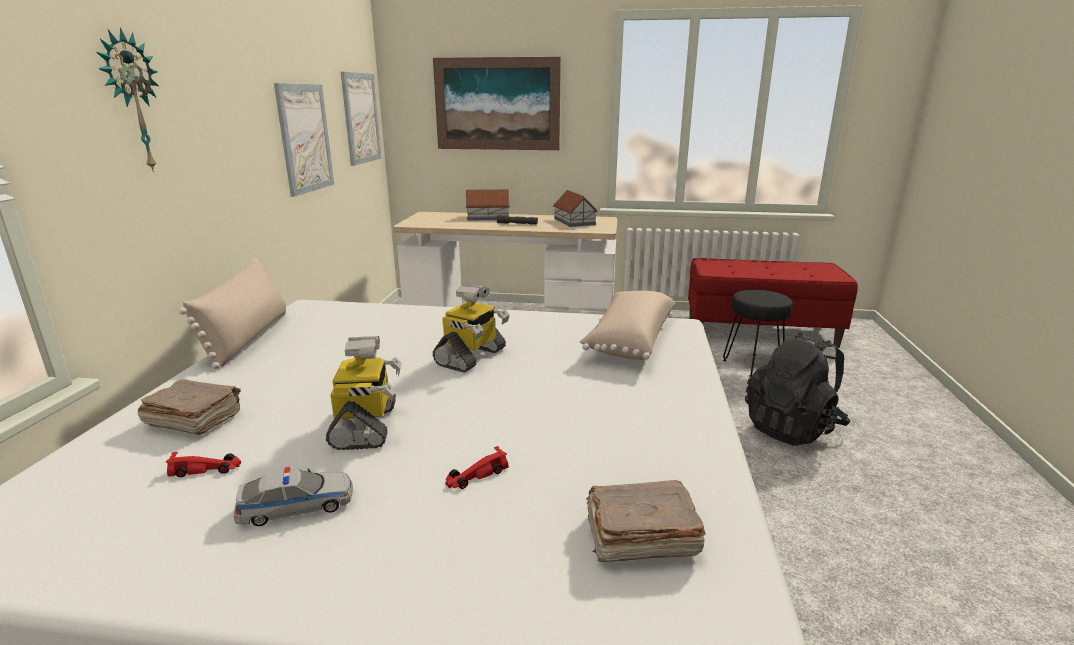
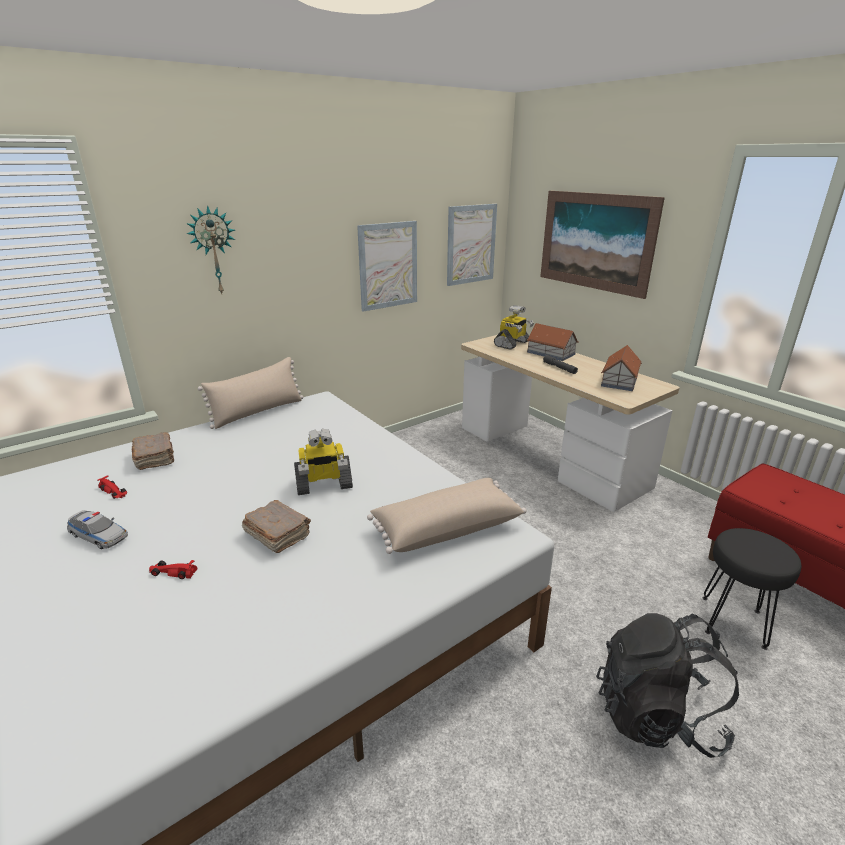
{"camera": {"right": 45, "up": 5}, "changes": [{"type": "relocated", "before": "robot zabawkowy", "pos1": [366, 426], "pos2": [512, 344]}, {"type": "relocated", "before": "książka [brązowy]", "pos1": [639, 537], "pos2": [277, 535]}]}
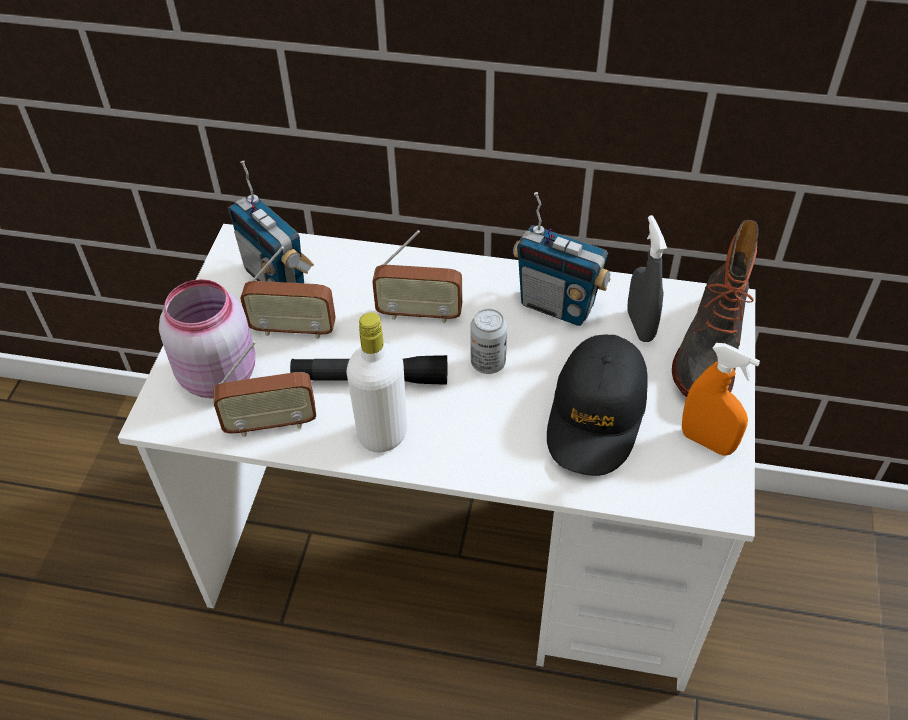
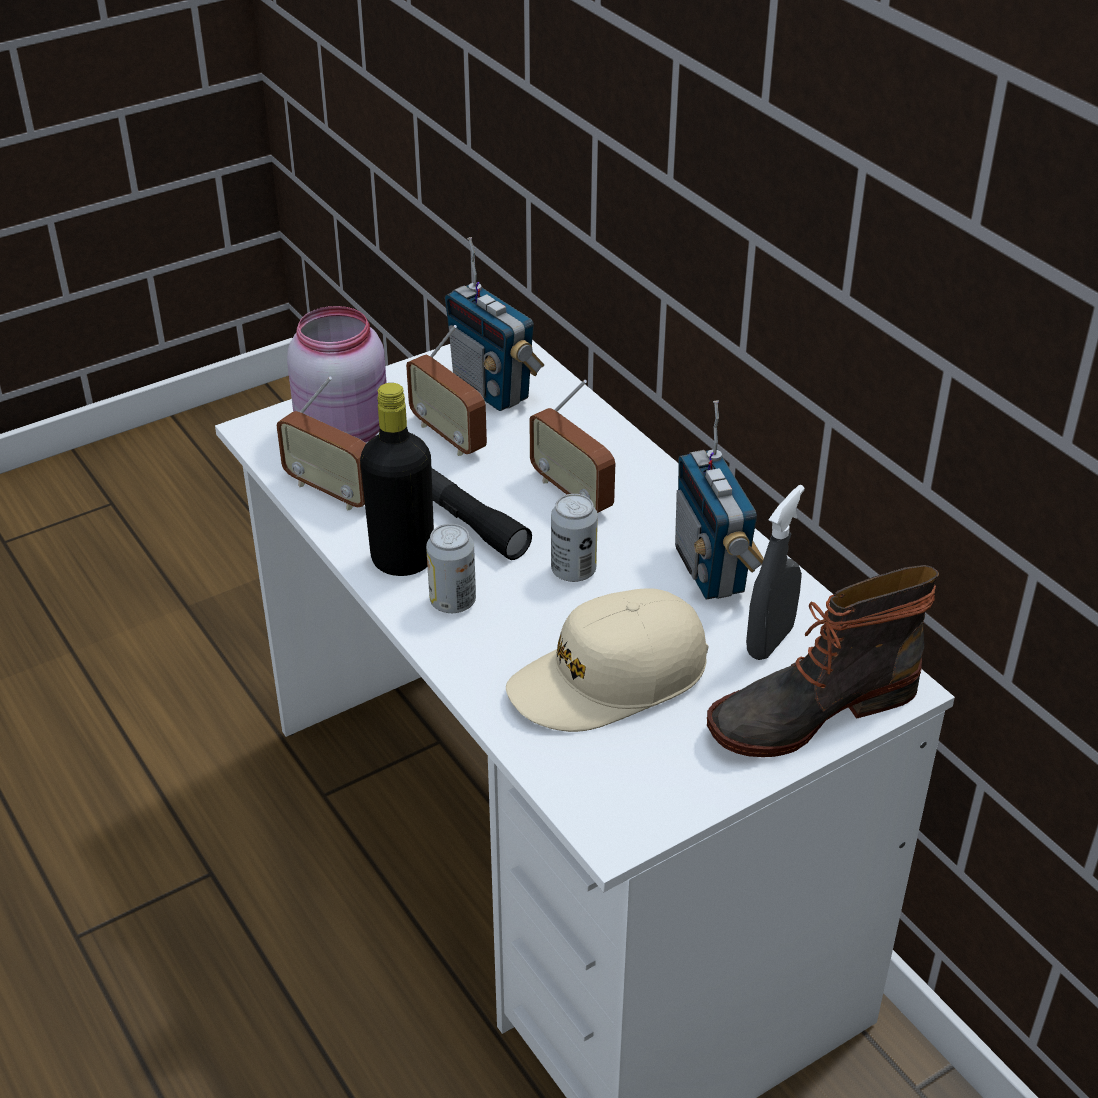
{"camera": {"right": 45, "up": -10}, "changes": [{"type": "missing", "before": "spryskiwacz [pomarańczowy]", "pos1": [707, 441]}, {"type": "appeared", "after": "puszka", "pos2": [453, 601]}, {"type": "colour", "before": "butelka [biały]", "after": "butelka [czarny]", "pos1": [382, 434], "pos2": [403, 560]}, {"type": "colour", "before": "czapka z daszkiem [czarny]", "after": "czapka z daszkiem [beżowy]", "pos1": [596, 415], "pos2": [608, 679]}, {"type": "spun", "before": "radio", "pos1": [276, 278], "pos2": [492, 389], "turn": -45}]}
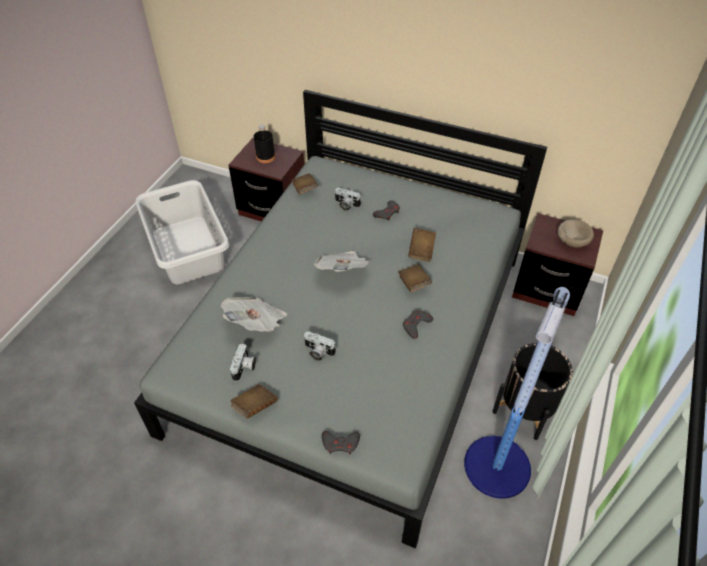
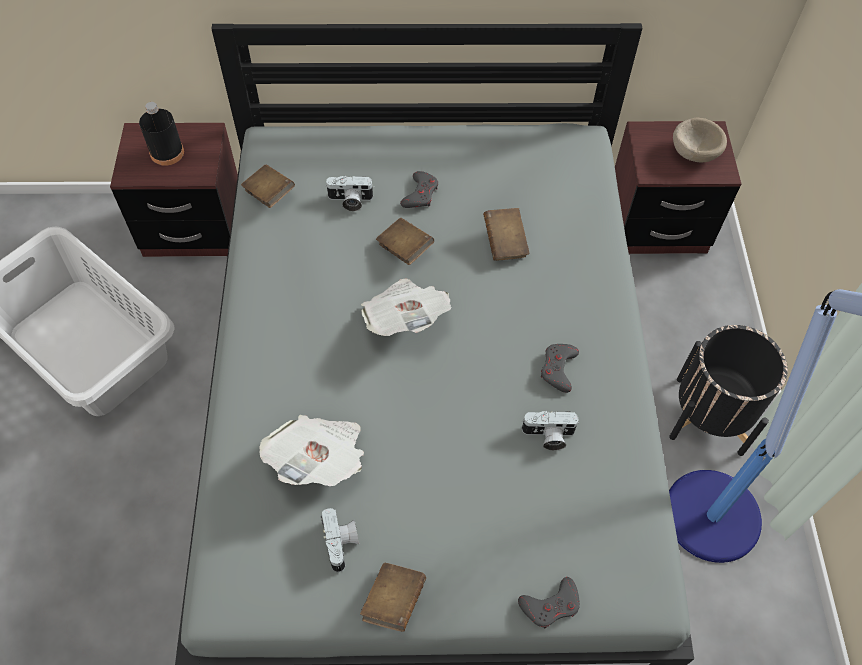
{"camera": {"right": -25, "up": 10}, "changes": [{"type": "relocated", "before": "aparat fotograficzny", "pos1": [318, 352], "pos2": [548, 436]}, {"type": "relocated", "before": "książka [brązowy]", "pos1": [413, 283], "pos2": [405, 249]}]}
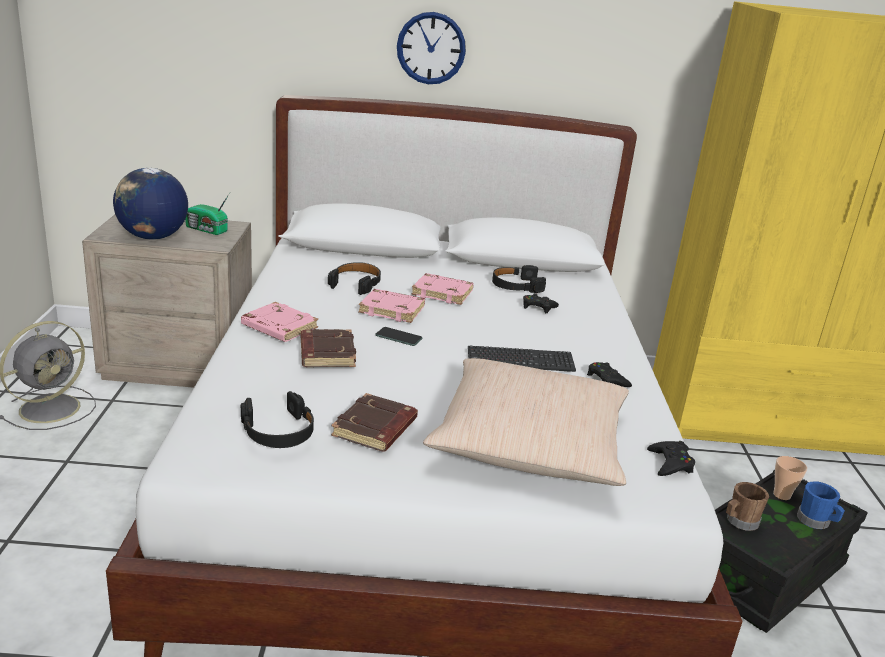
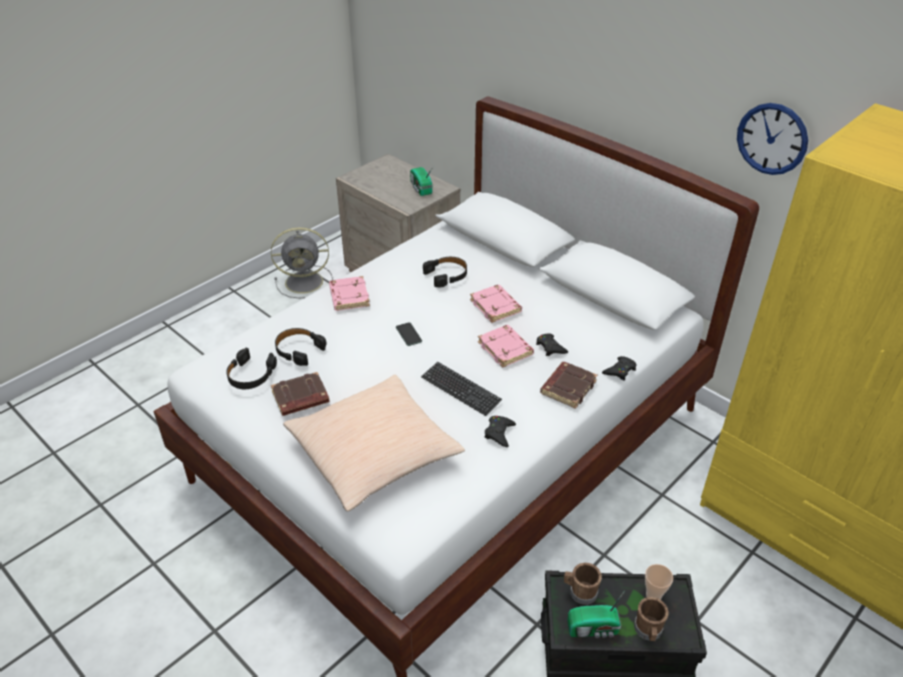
{"camera": {"right": 45, "up": 15}, "changes": [{"type": "missing", "before": "globus", "pos1": [152, 237]}, {"type": "appeared", "after": "radio", "pos2": [594, 629]}, {"type": "relocated", "before": "książka [brązowy]", "pos1": [326, 353], "pos2": [568, 387]}, {"type": "relocated", "before": "książka [różowy]", "pos1": [393, 310], "pos2": [506, 349]}, {"type": "relocated", "before": "zegar ścienny", "pos1": [431, 48], "pos2": [772, 139]}, {"type": "relocated", "before": "słuchawki [czarny]", "pos1": [516, 286], "pos2": [298, 350]}, {"type": "relocated", "before": "pad do gier [czarny]", "pos1": [670, 463], "pos2": [620, 371]}, {"type": "colour", "before": "kubek [niebieski]", "after": "kubek [brązowy]", "pos1": [816, 522], "pos2": [648, 631]}]}
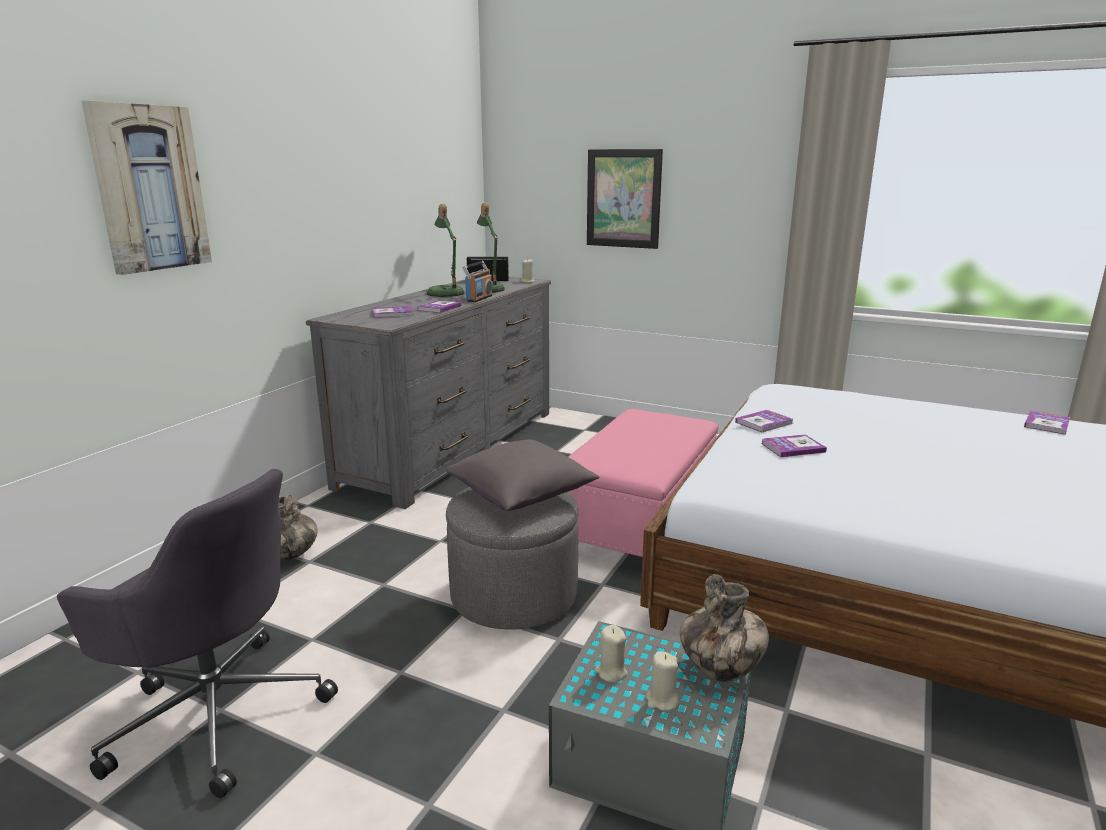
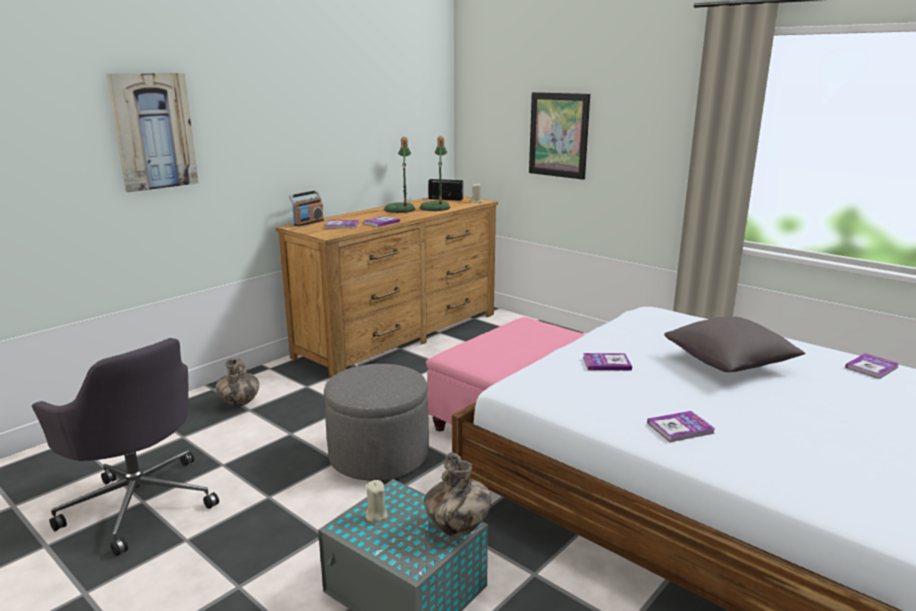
{"camera": {"right": 15, "up": 0}, "changes": [{"type": "missing", "before": "świeca [beżowy]", "pos1": [662, 700]}, {"type": "relocated", "before": "poduszka [szary]", "pos1": [522, 495], "pos2": [729, 362]}, {"type": "relocated", "before": "radio", "pos1": [479, 298], "pos2": [308, 223]}, {"type": "relocated", "before": "książka", "pos1": [764, 423], "pos2": [680, 428]}, {"type": "colour", "before": "komoda [szary]", "after": "komoda [brązowy]", "pos1": [453, 447], "pos2": [400, 334]}]}
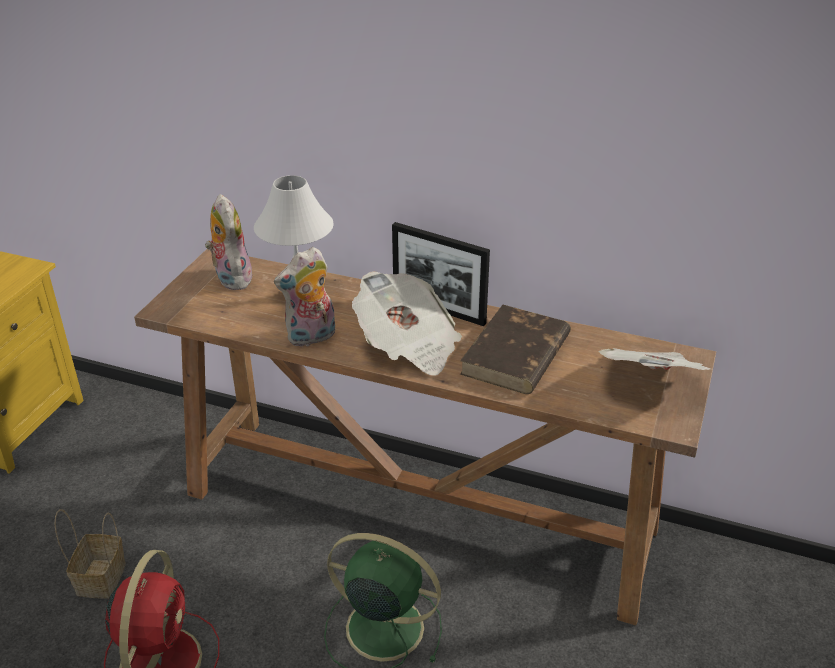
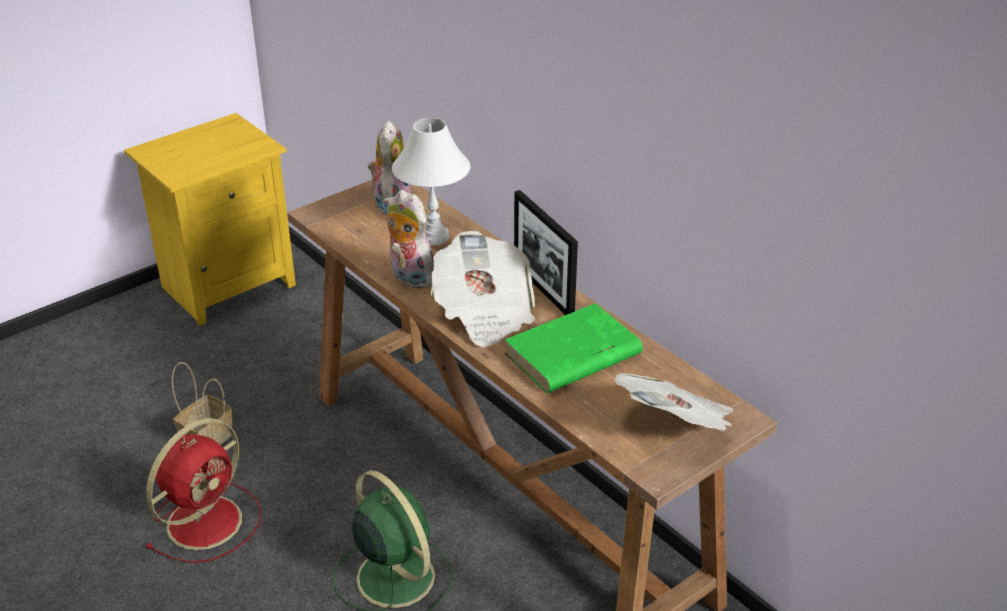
{"camera": {"right": 30, "up": 0}, "changes": [{"type": "colour", "before": "książka [brązowy]", "after": "książka [zielony]", "pos1": [515, 355], "pos2": [571, 355]}, {"type": "spun", "before": "pluszak", "pos1": [311, 338], "pos2": [409, 277], "turn": 45}]}
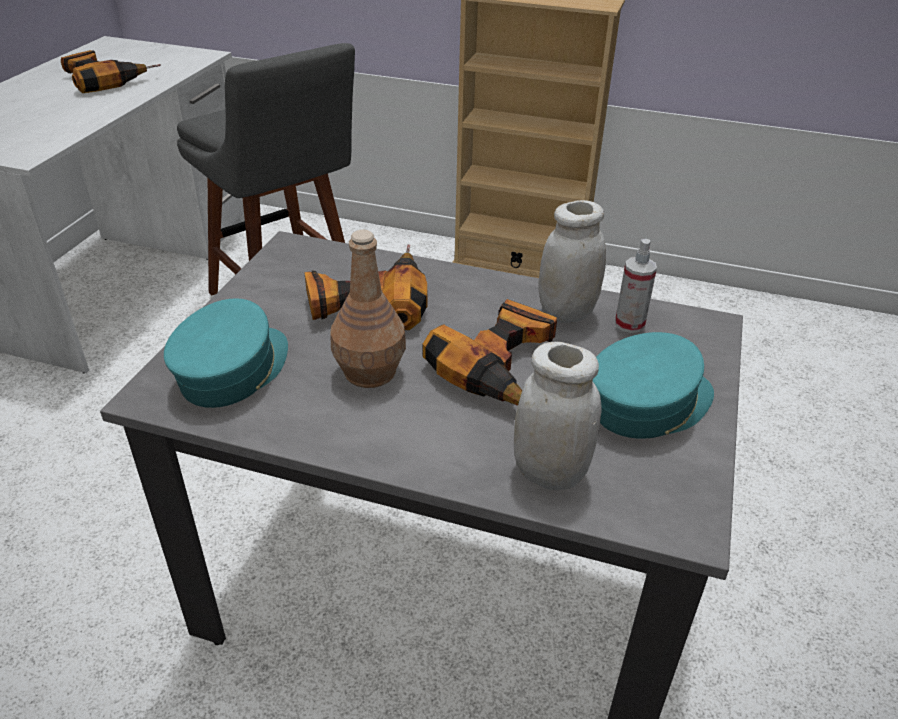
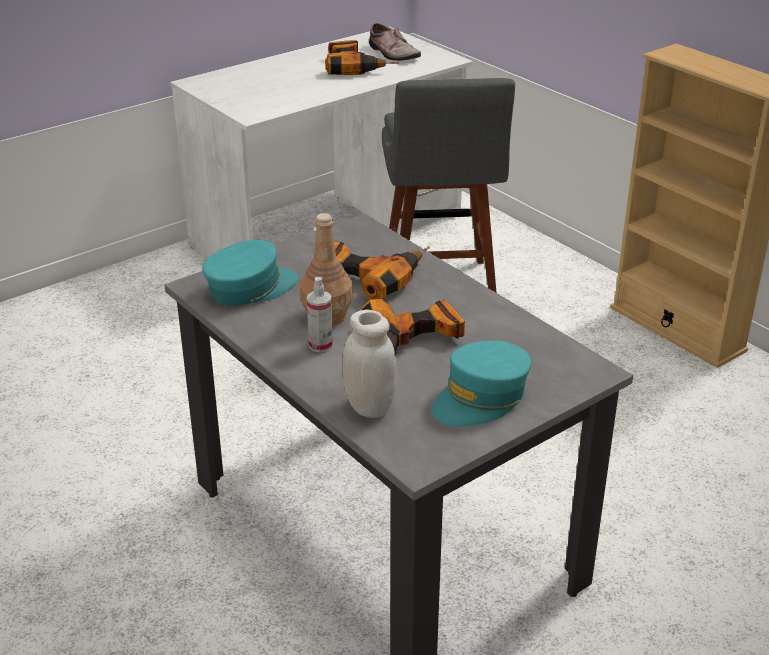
{"camera": {"right": 35, "up": -5}, "changes": [{"type": "missing", "before": "słoik [biały]", "pos1": [566, 313]}, {"type": "appeared", "after": "but", "pos2": [392, 54]}, {"type": "relocated", "before": "spryskiwacz", "pos1": [629, 324], "pos2": [320, 345]}, {"type": "spun", "before": "czapka z daszkiem [turkusowy]", "pos1": [648, 404], "pos2": [481, 398], "turn": 135}]}
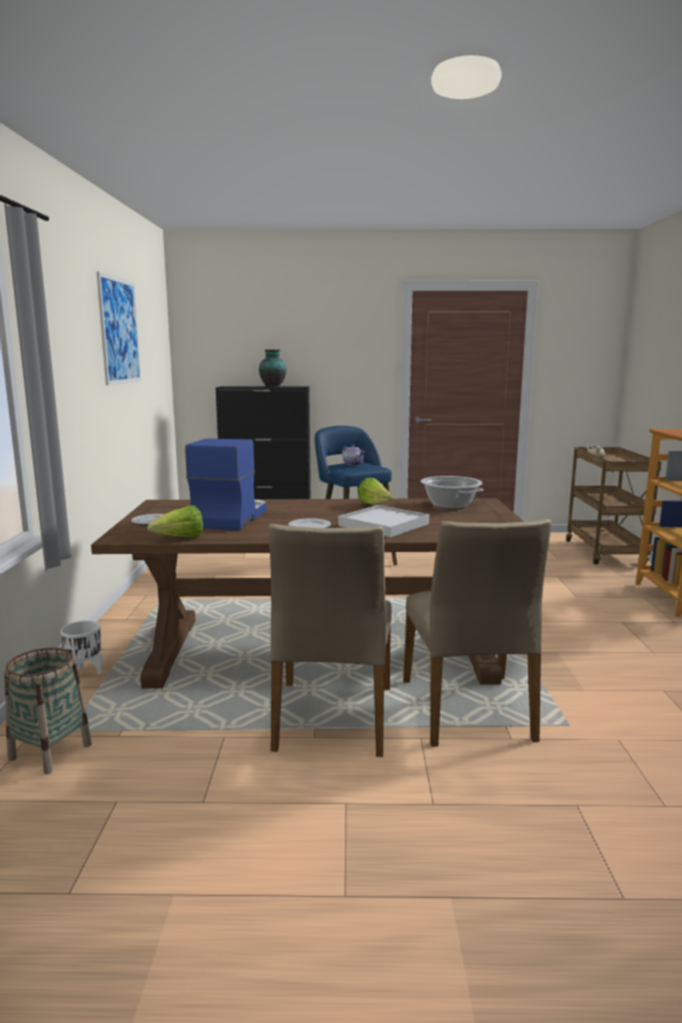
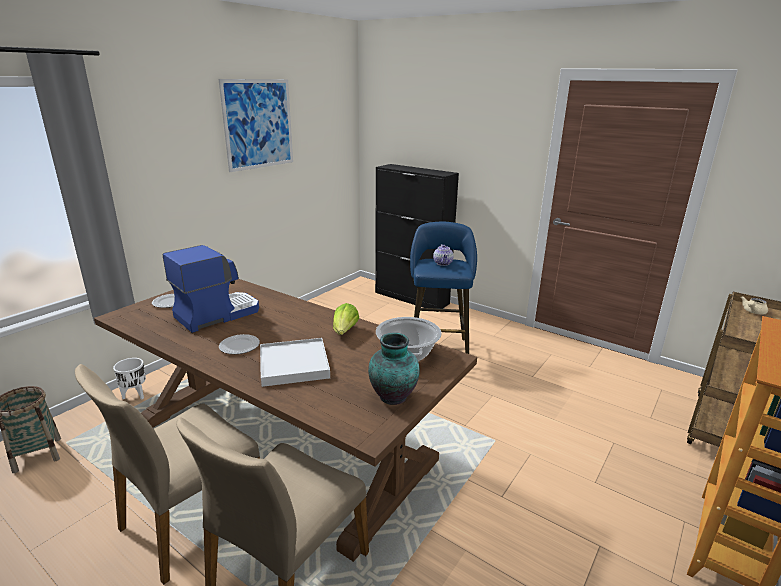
{"camera": {"right": 35, "up": 10}, "changes": [{"type": "missing", "before": "sałata", "pos1": [180, 539]}, {"type": "relocated", "before": "wazon", "pos1": [273, 386], "pos2": [393, 397]}]}
